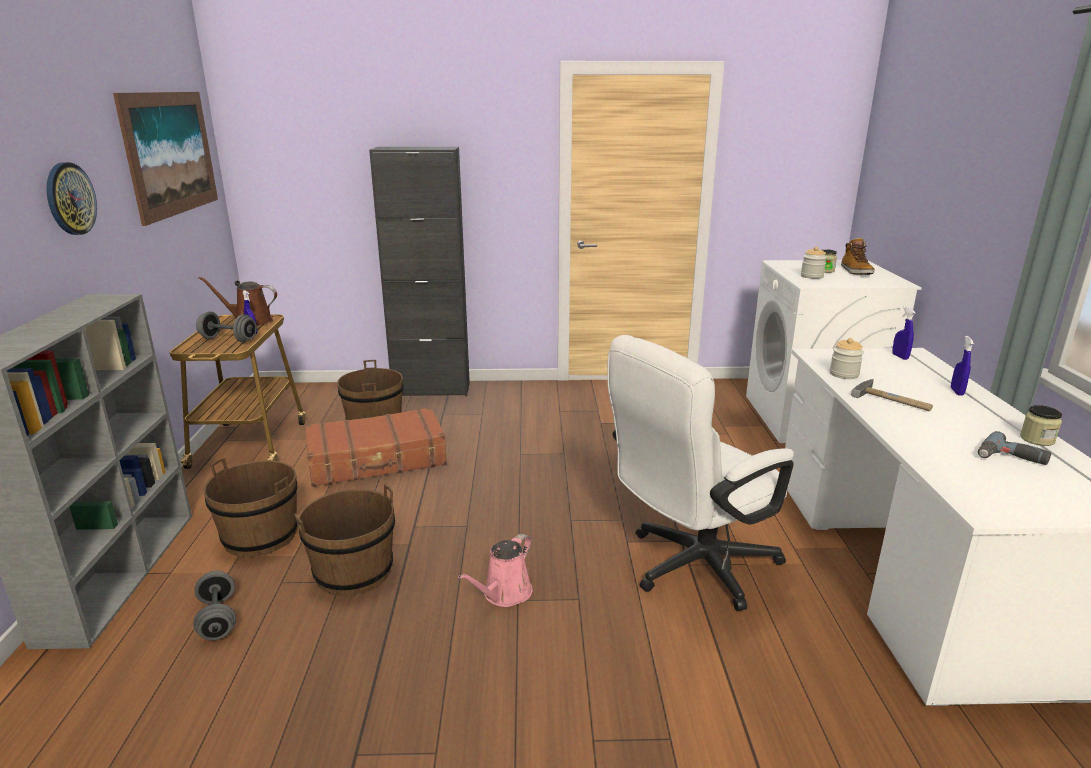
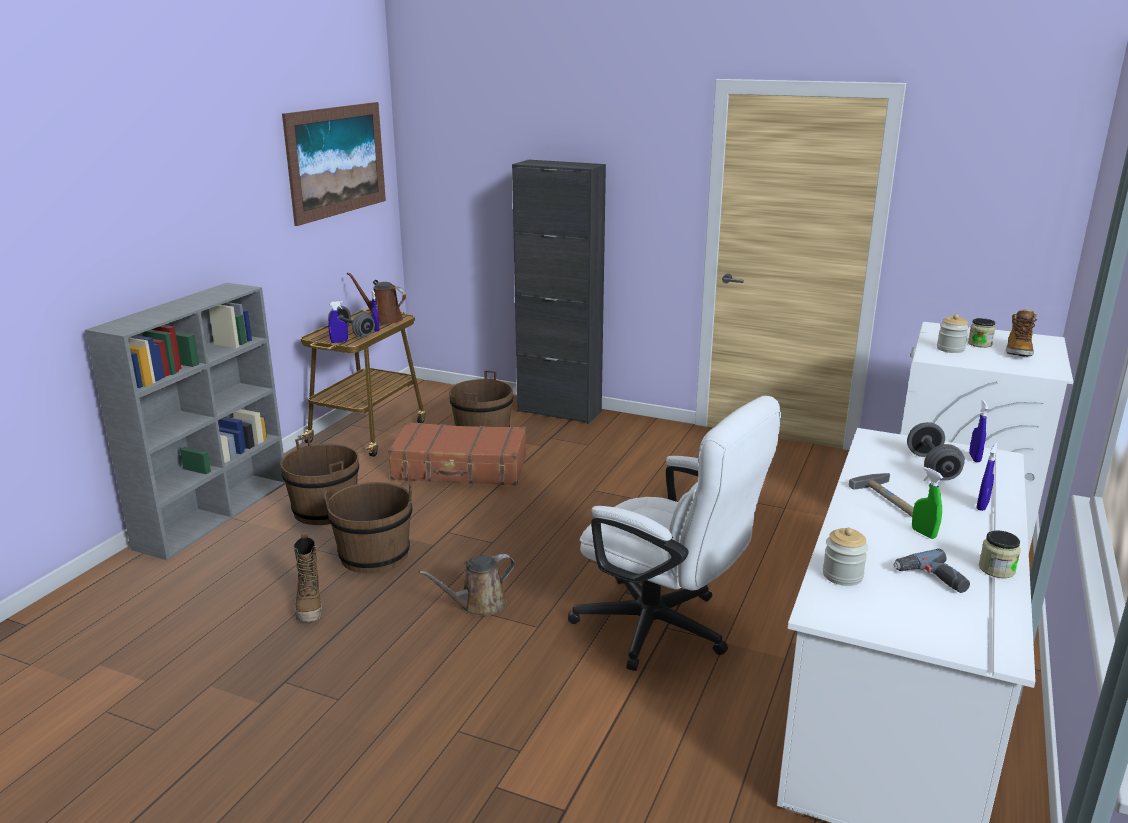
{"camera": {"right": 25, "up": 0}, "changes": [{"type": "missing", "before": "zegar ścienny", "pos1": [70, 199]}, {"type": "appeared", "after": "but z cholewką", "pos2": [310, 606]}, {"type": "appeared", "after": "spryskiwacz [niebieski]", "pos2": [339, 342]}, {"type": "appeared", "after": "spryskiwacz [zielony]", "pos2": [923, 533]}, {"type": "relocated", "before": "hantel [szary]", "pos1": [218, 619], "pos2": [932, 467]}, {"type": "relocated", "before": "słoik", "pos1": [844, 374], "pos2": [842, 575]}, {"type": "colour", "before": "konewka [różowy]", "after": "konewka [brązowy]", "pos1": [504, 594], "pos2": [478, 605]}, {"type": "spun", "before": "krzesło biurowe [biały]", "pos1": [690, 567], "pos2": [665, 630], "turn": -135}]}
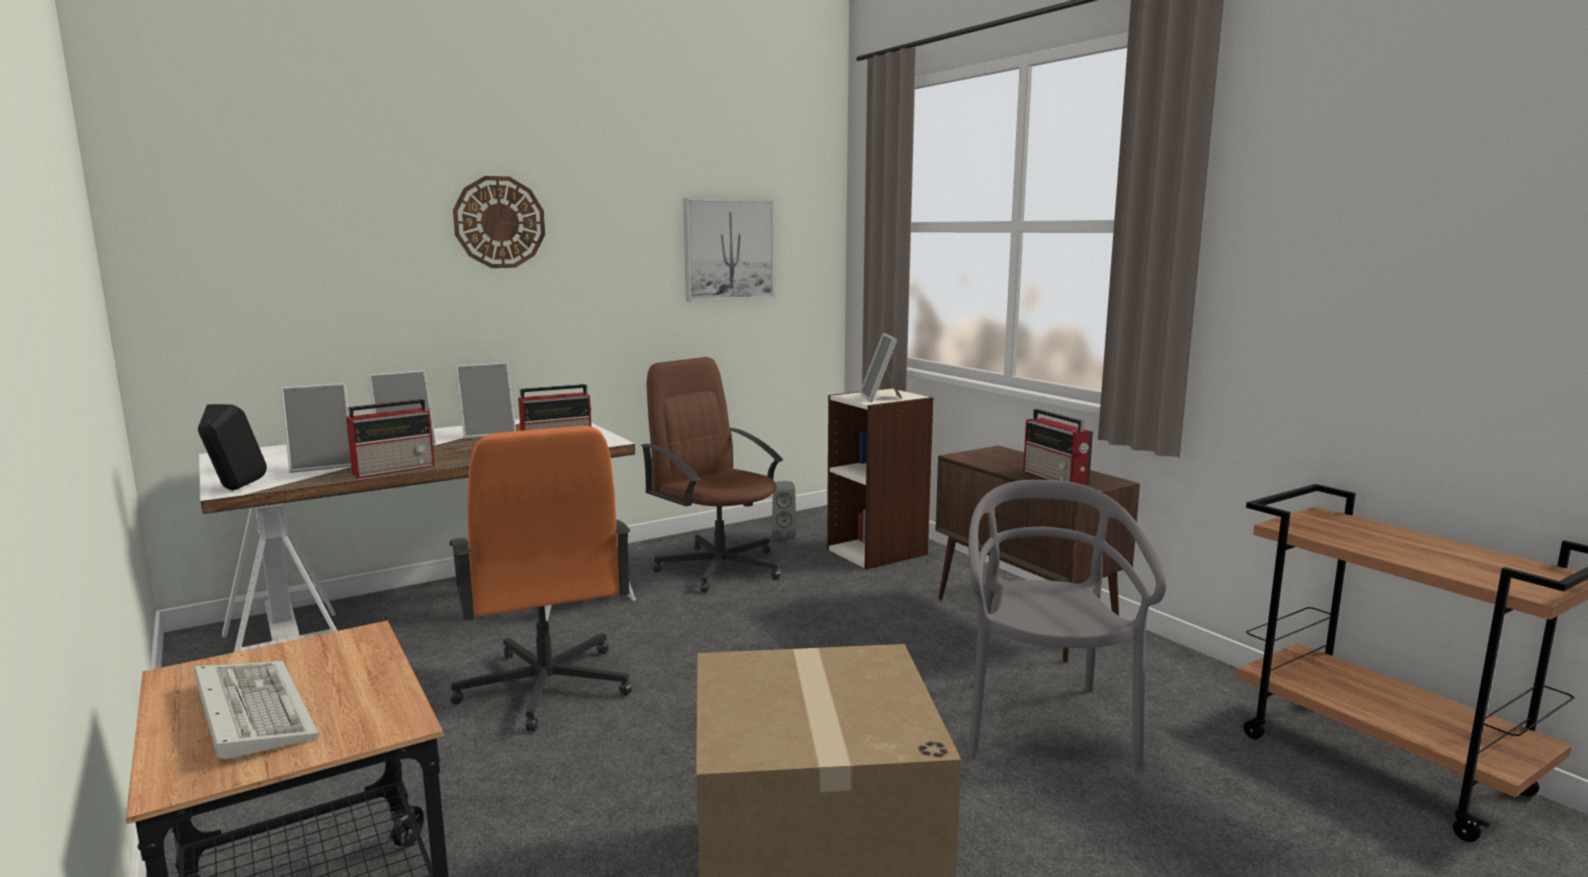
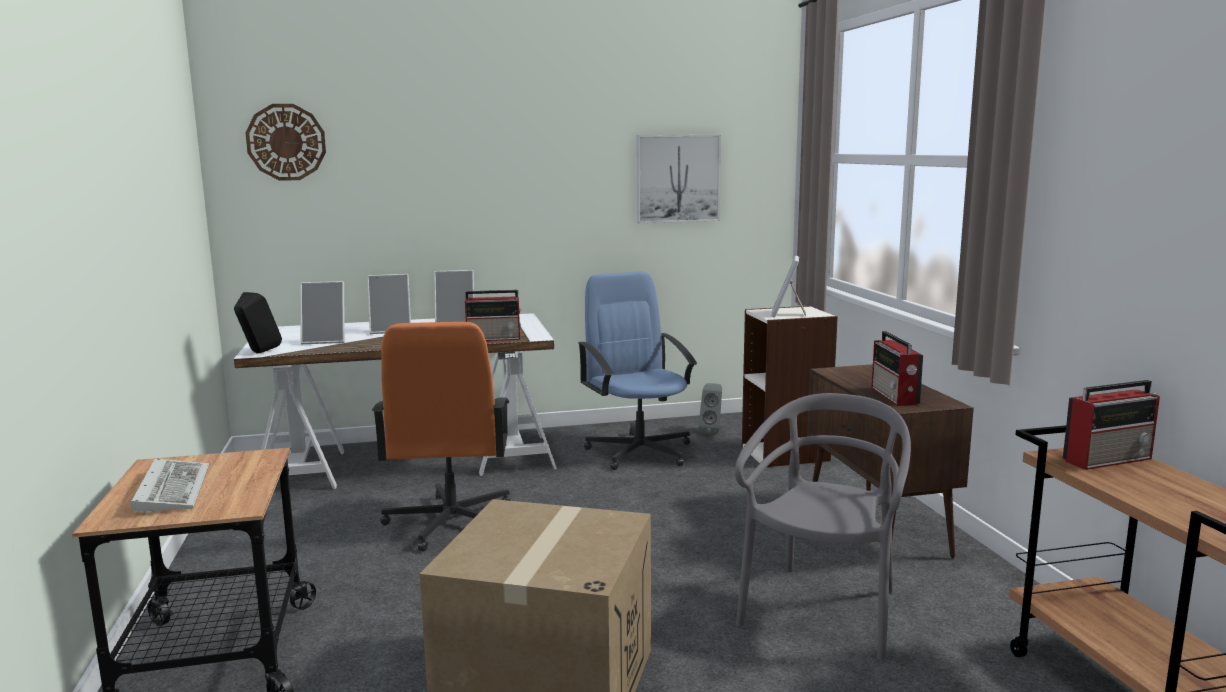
{"camera": {"right": 20, "up": 0}, "changes": [{"type": "relocated", "before": "radio", "pos1": [395, 469], "pos2": [1109, 459]}, {"type": "relocated", "before": "zegar ścienny", "pos1": [499, 222], "pos2": [286, 142]}, {"type": "colour", "before": "krzesło biurowe [brązowy]", "after": "krzesło biurowe [niebieski]", "pos1": [719, 567], "pos2": [639, 451]}]}
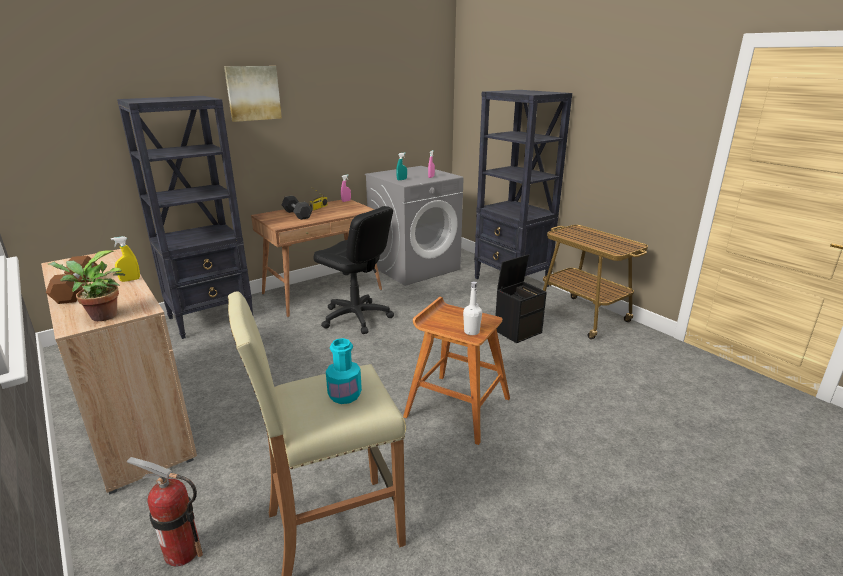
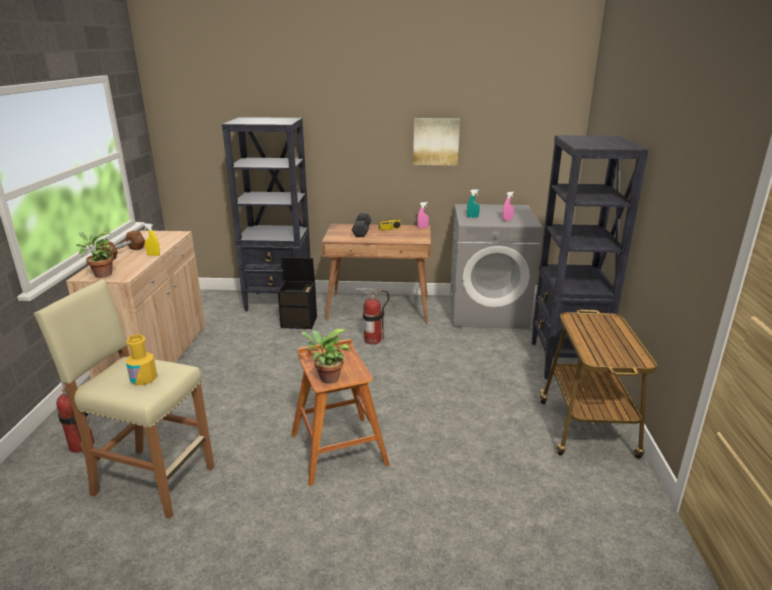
{"camera": {"right": 40, "up": 0}, "changes": [{"type": "relocated", "before": "obraz", "pos1": [253, 93], "pos2": [436, 141]}, {"type": "relocated", "before": "pojemnik do przechowywania [czarny]", "pos1": [518, 331], "pos2": [300, 322]}, {"type": "exchanged", "before": "krzesło biurowe [czarny]", "after": "gaśnica", "pos1": [356, 317], "pos2": [372, 340]}, {"type": "exchanged", "before": "butelka [biały]", "after": "roślina doniczkowa", "pos1": [471, 332], "pos2": [326, 378]}, {"type": "colour", "before": "butelka [turkusowy]", "after": "butelka [żółty]", "pos1": [344, 395], "pos2": [144, 379]}]}
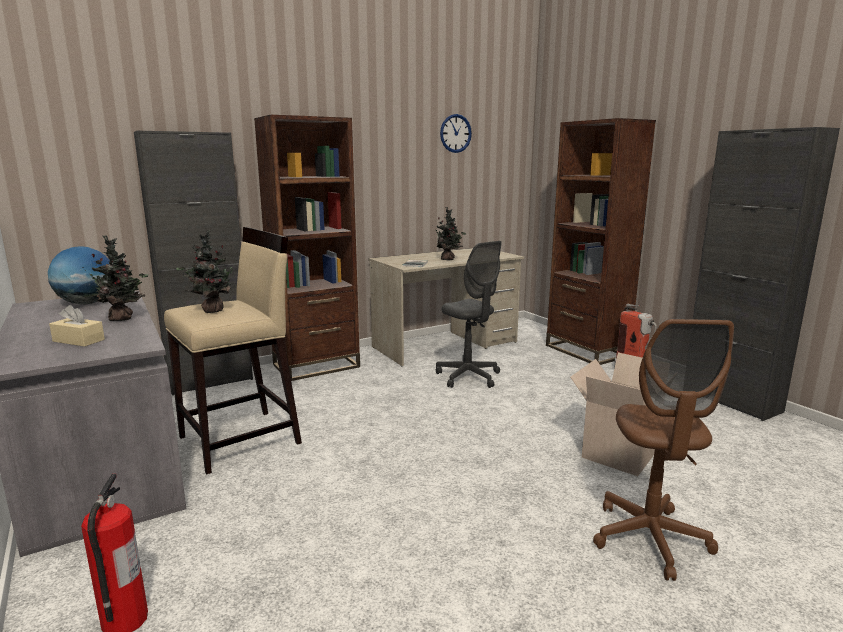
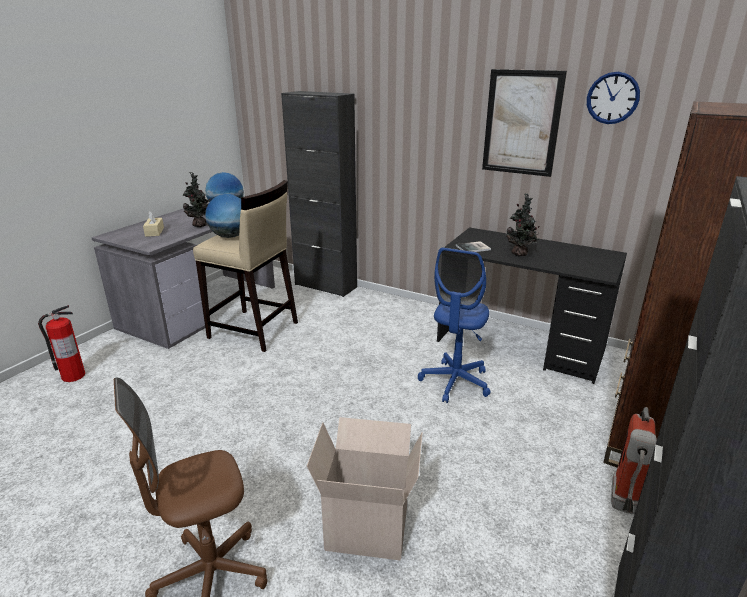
{"camera": {"right": 60, "up": 10}, "changes": [{"type": "missing", "before": "regał [brązowy]", "pos1": [316, 366]}, {"type": "appeared", "after": "obraz", "pos2": [521, 123]}, {"type": "exchanged", "before": "roślina doniczkowa", "after": "globus", "pos1": [211, 311], "pos2": [230, 236]}, {"type": "colour", "before": "biurko [beżowy]", "after": "biurko [czarny]", "pos1": [445, 345], "pos2": [520, 345]}, {"type": "colour", "before": "krzesło biurowe [szary]", "after": "krzesło biurowe [niebieski]", "pos1": [468, 377], "pos2": [455, 382]}]}
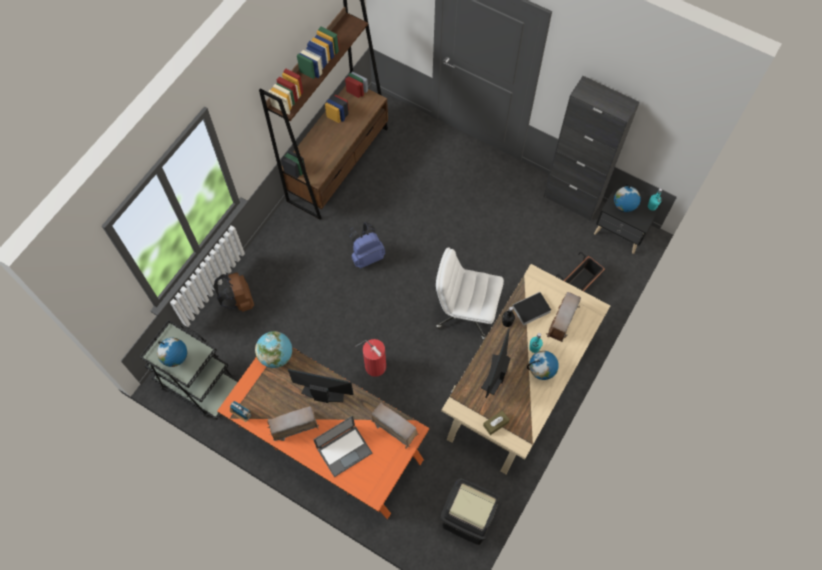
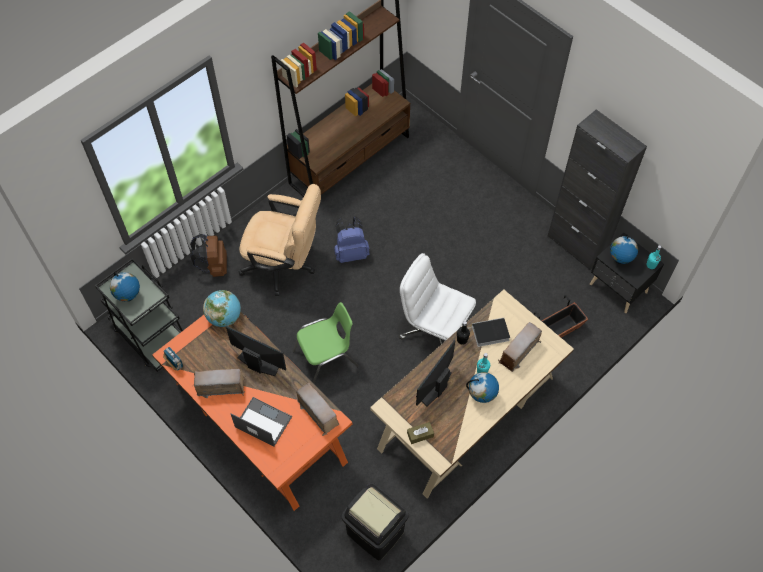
{"camera": {"right": 15, "up": -5}, "changes": [{"type": "appeared", "after": "krzesło biurowe [beżowy]", "pos2": [284, 266]}, {"type": "exchanged", "before": "gaśnica", "after": "krzesło [zielony]", "pos1": [374, 365], "pos2": [327, 359]}, {"type": "spun", "before": "laptop", "pos1": [344, 450], "pos2": [262, 422], "turn": -135}]}
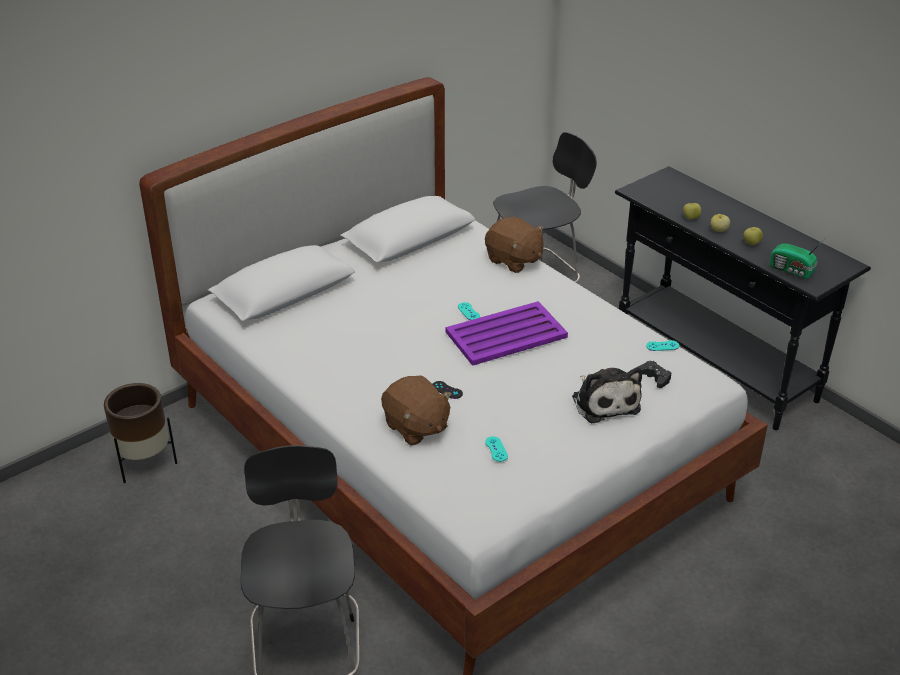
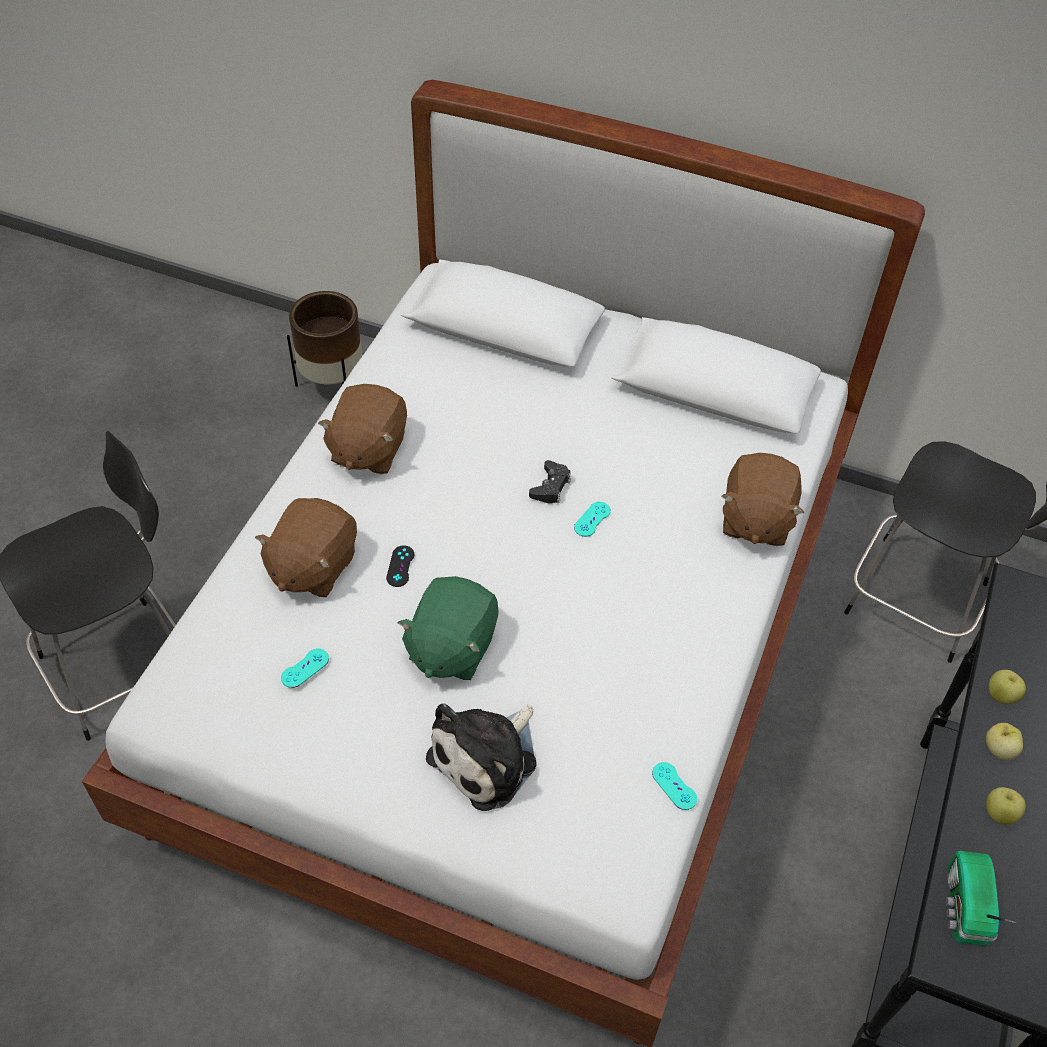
{"camera": {"right": 60, "up": 15}, "changes": [{"type": "missing", "before": "taca [fioletowy]", "pos1": [507, 334]}, {"type": "appeared", "after": "pluszak [brązowy]", "pos2": [367, 449]}, {"type": "appeared", "after": "pluszak [zielony]", "pos2": [451, 647]}, {"type": "relocated", "before": "pad do gier [czarny]", "pos1": [654, 377], "pos2": [550, 487]}]}
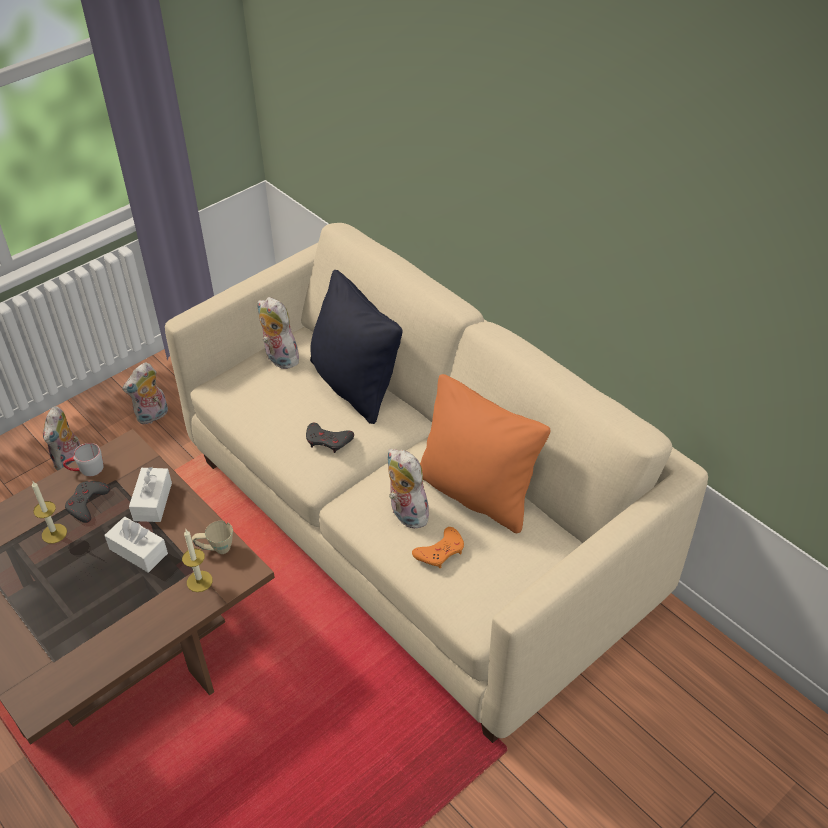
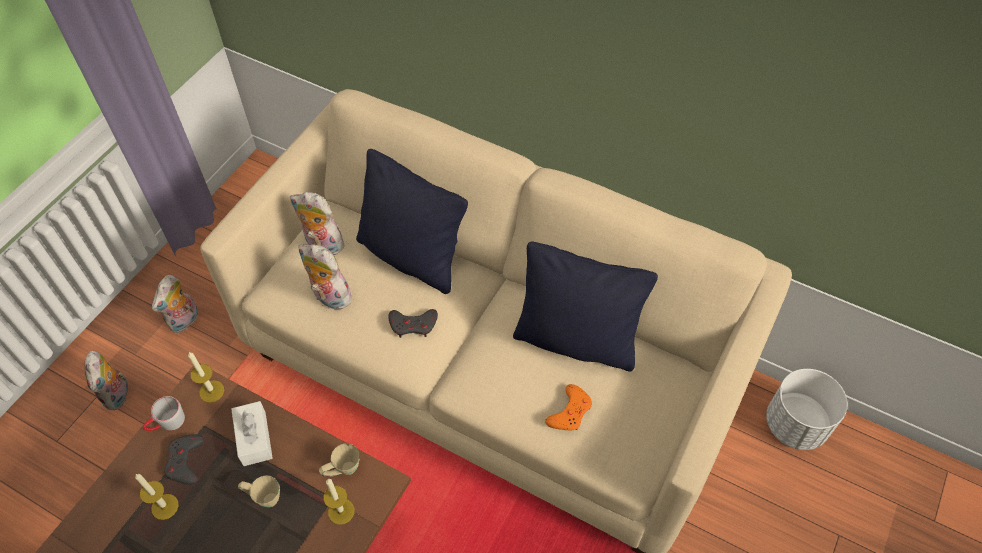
{"camera": {"right": -20, "up": 10}, "changes": [{"type": "appeared", "after": "świeca", "pos2": [211, 391]}, {"type": "appeared", "after": "donica [biały]", "pos2": [795, 424]}, {"type": "relocated", "before": "pluszak", "pos1": [405, 513], "pos2": [329, 297]}, {"type": "exchanged", "before": "pudełko chusteczek [biały]", "after": "kubek [beżowy]", "pos1": [138, 551], "pos2": [264, 498]}, {"type": "colour", "before": "poduszka [pomarańczowy]", "after": "poduszka [czarny]", "pos1": [476, 493], "pos2": [576, 340]}]}
